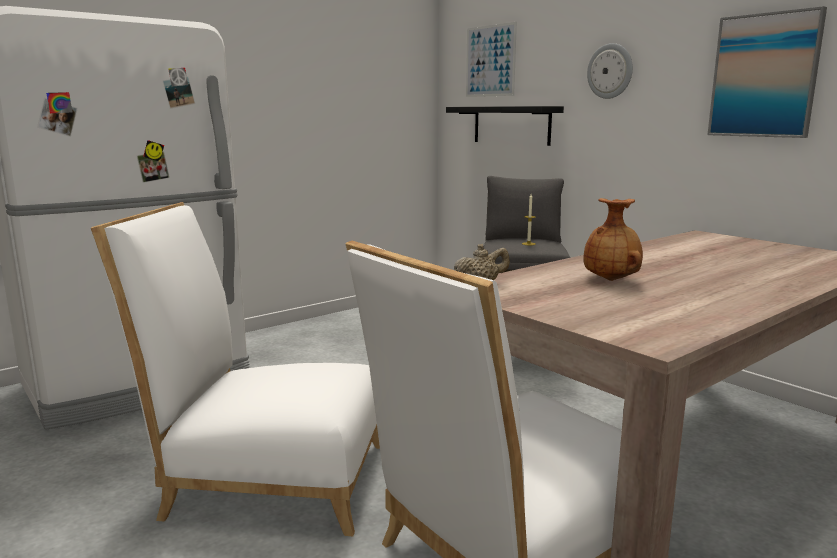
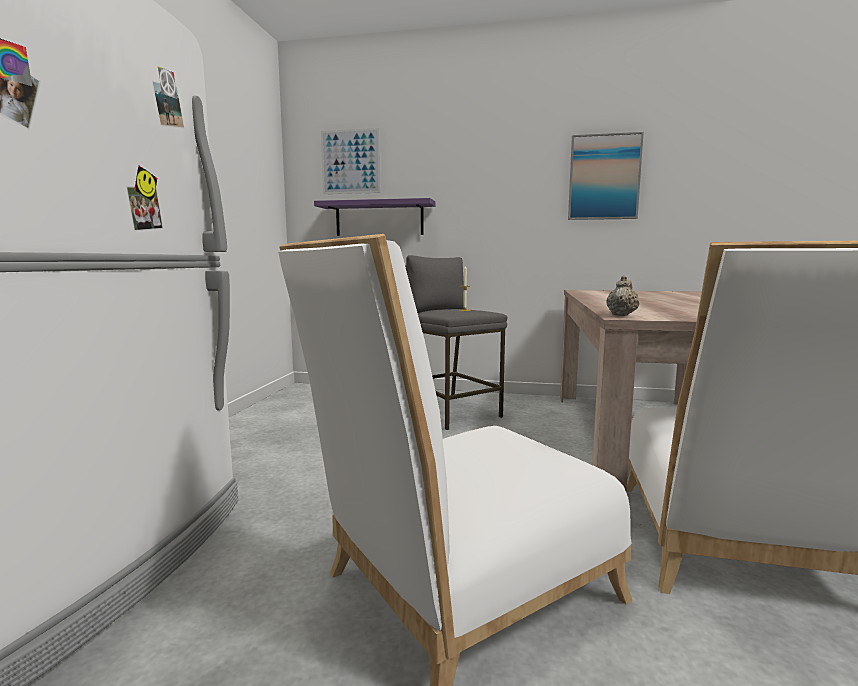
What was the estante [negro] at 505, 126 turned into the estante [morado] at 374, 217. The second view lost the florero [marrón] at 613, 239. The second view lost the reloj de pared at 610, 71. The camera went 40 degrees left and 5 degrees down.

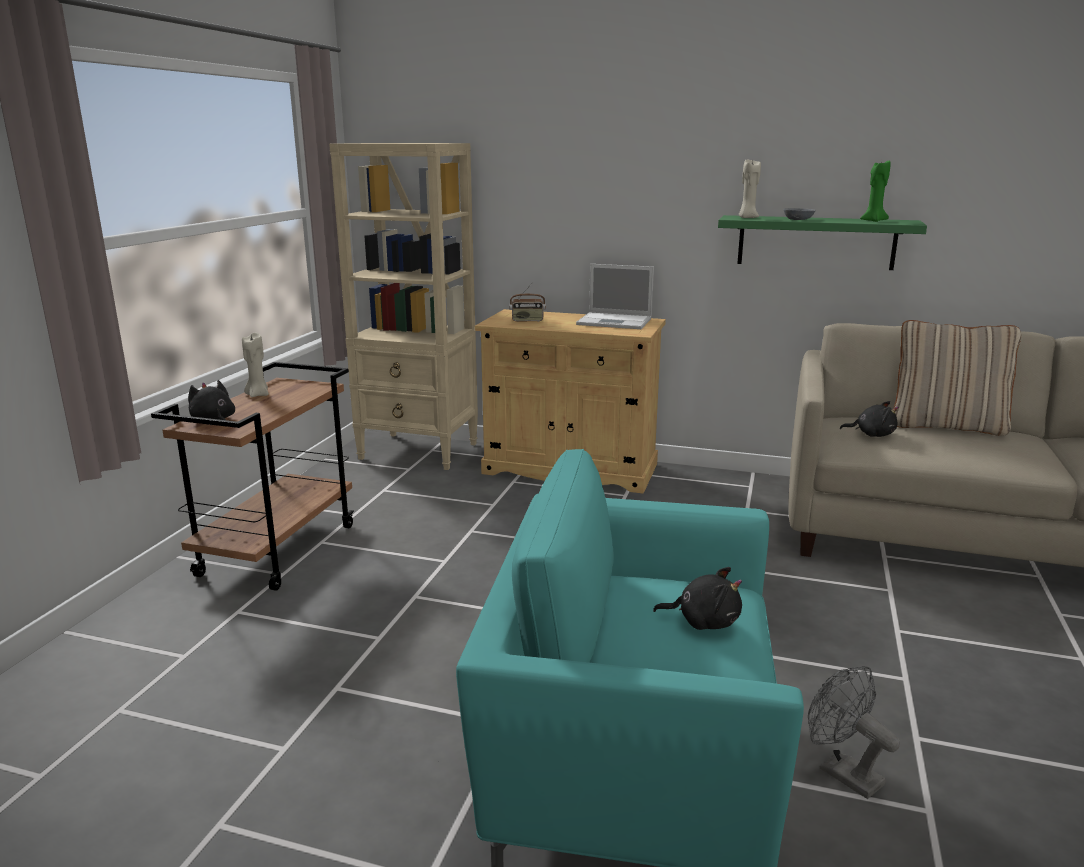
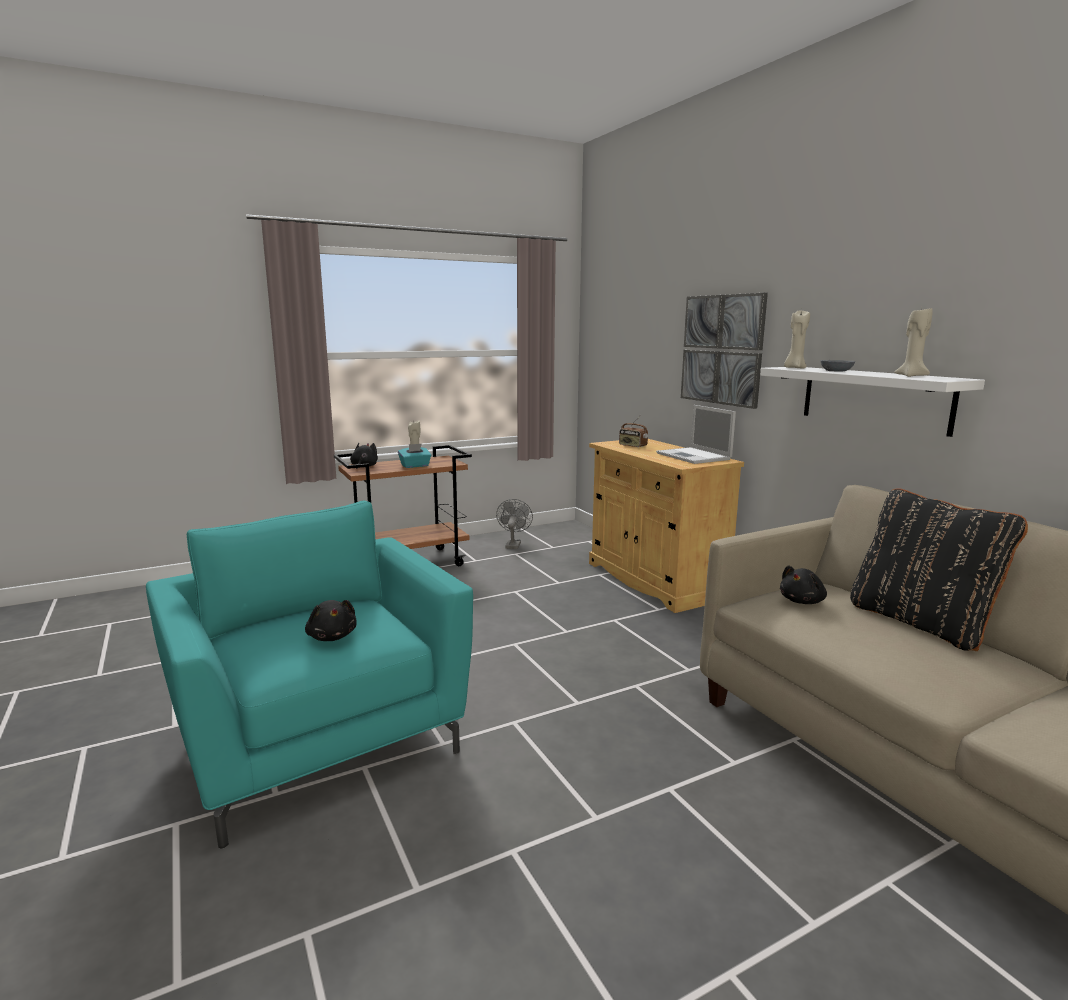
The second view lost the estantería [beis] at 403, 306. What was the estante [verde] at 822, 242 turned into the estante [blanco] at 872, 402. The ventilador [gris] ended up elsewhere, having gone from 854, 732 to 514, 524. The peluche [negro] at 869, 419 ended up facing another way, 75 degrees clockwise from before. What was the vela [verde] at 875, 191 turned into the vela [beis] at 913, 342. What was the cojín [beis] at 957, 378 turned into the cojín [negro] at 939, 569. The second view gained the caja de pañuelos [turquesa] at 414, 456. The second view gained the cuadro at 724, 351. The camera went 45 degrees right and 5 degrees down.

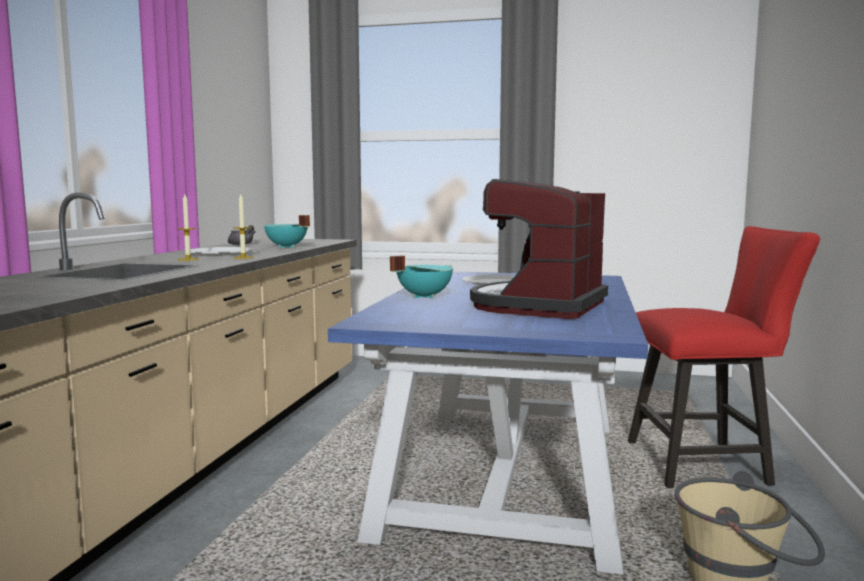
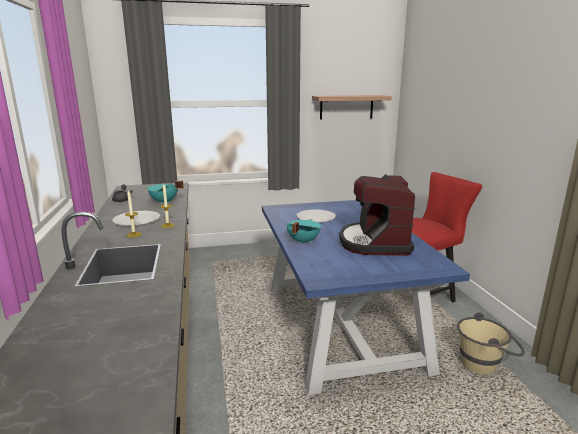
The second view gained the estante at 352, 107. The camera went 25 degrees left and 10 degrees up.

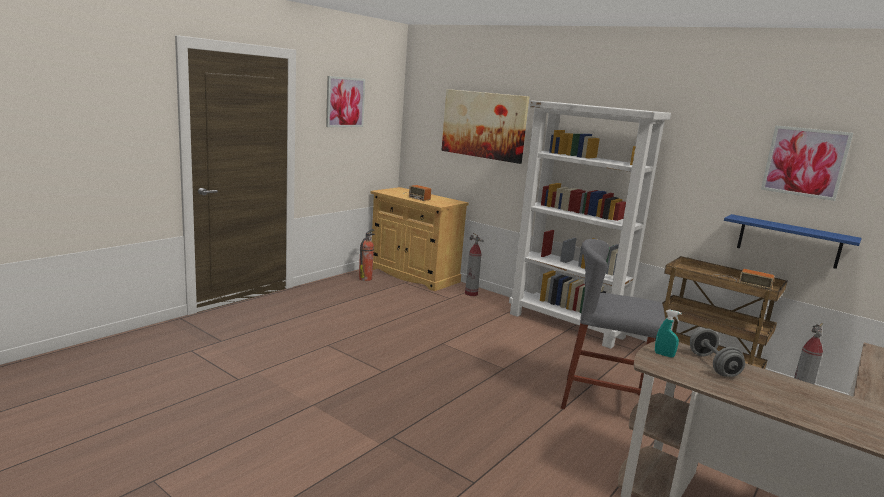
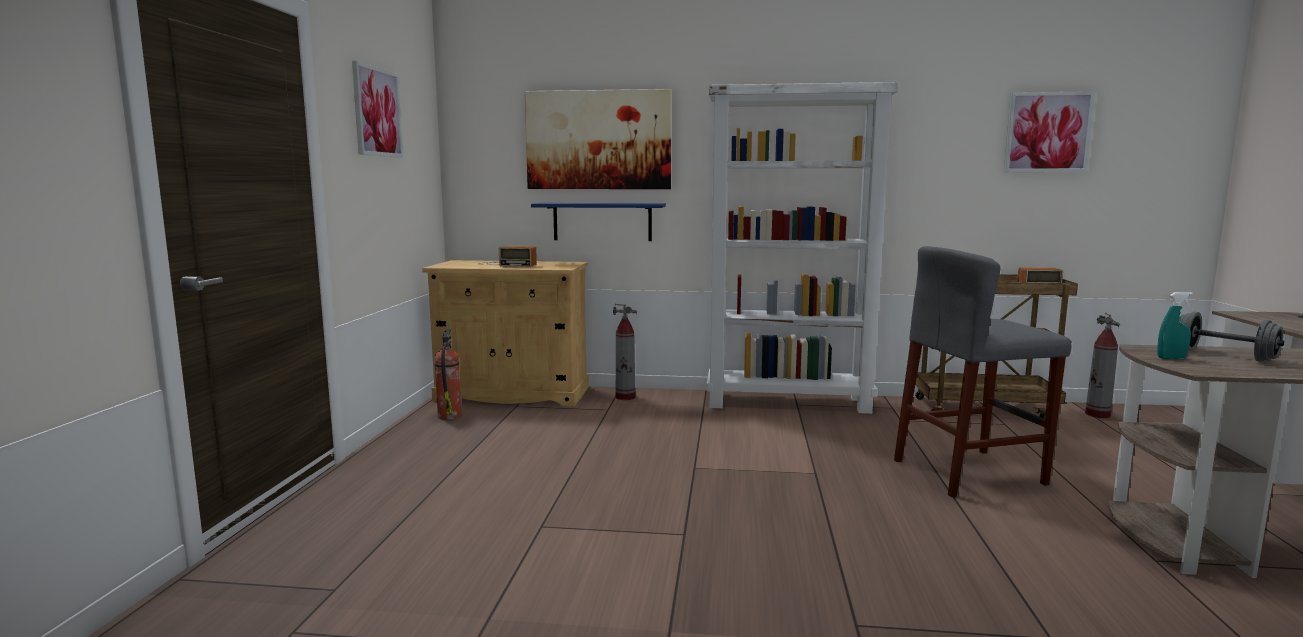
The estante [azul] ended up elsewhere, having gone from 793, 241 to 598, 222. The camera went 30 degrees left and 5 degrees down.

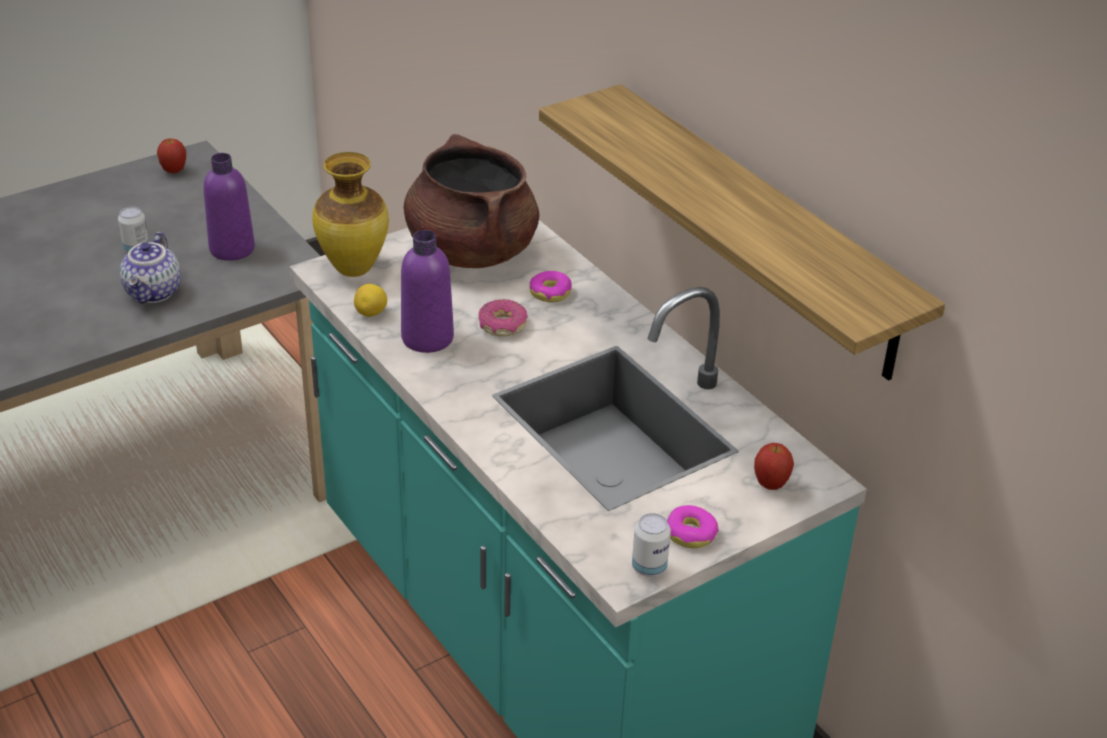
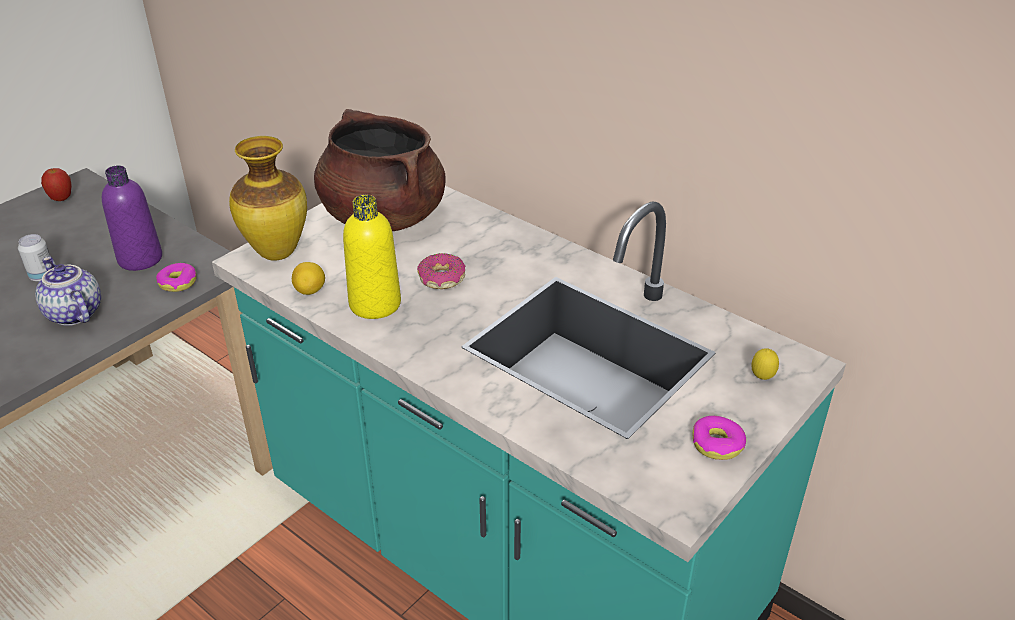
The tetera at 150, 267 ended up facing another way, 150 degrees clockwise from before. What was the botella [morado] at 427, 291 turned into the botella [amarillo] at 372, 257. The rosquilla ended up elsewhere, having gone from 551, 286 to 176, 277. The second view lost the estante at 742, 232. The second view lost the lata at 651, 545. Where the manzana stood at 774, 466, the limón came to stand at 765, 364. The camera went 15 degrees left and 0 degrees up.

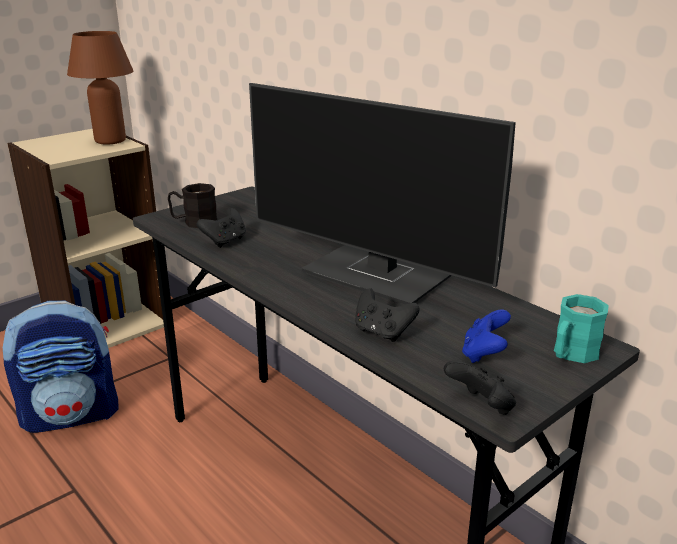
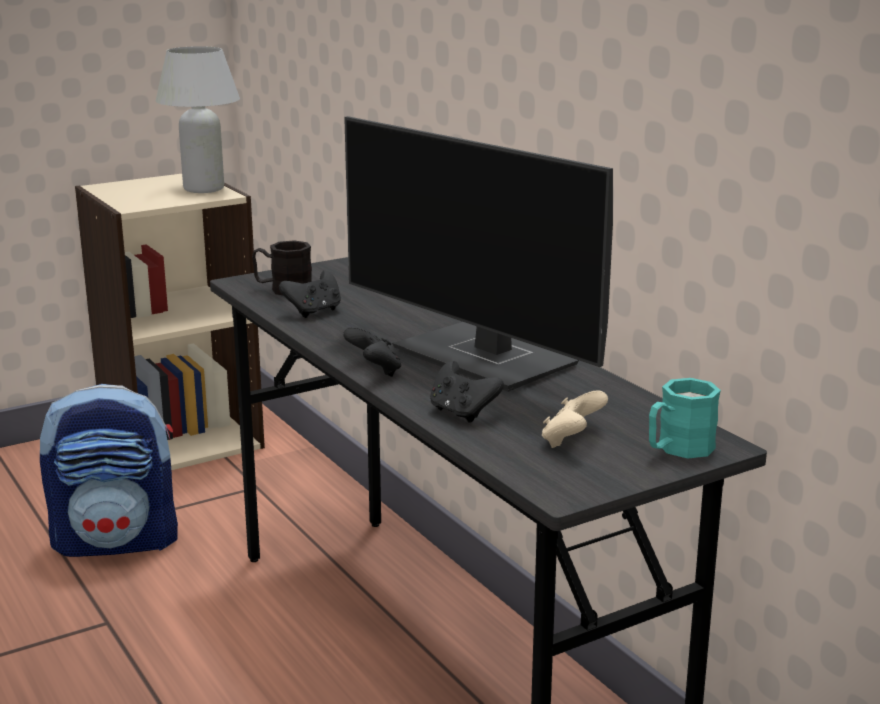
What was the lámpara de mesa [marrón] at 100, 88 turned into the lámpara de mesa [blanco] at 198, 119. The mando de consola [negro] ended up elsewhere, having gone from 480, 387 to 372, 352. What was the mando de consola [azul] at 486, 336 turned into the mando de consola [beis] at 575, 419. The camera went 10 degrees right and 5 degrees down.

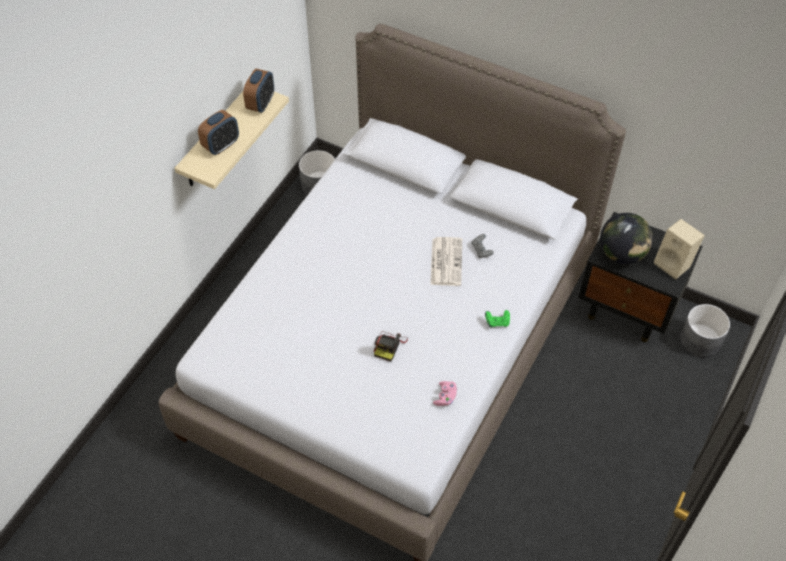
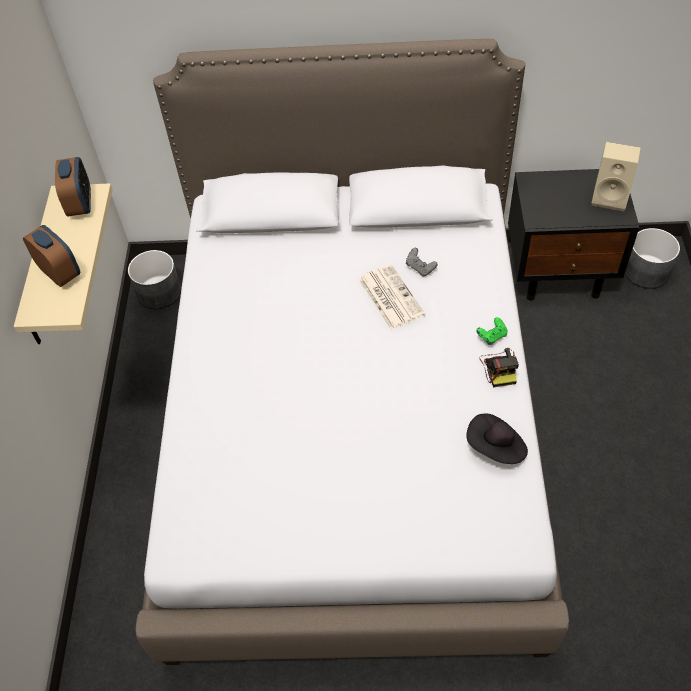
The despertador at 218, 132 ended up facing another way, 60 degrees counterclockwise from before. The cámara ended up elsewhere, having gone from 391, 346 to 499, 367. Where the mando de consola [rosa] stood at 445, 393, the sombrero [negro] came to stand at 497, 439. The second view lost the globo terráqueo at 626, 238. The camera went 25 degrees left and 0 degrees up.

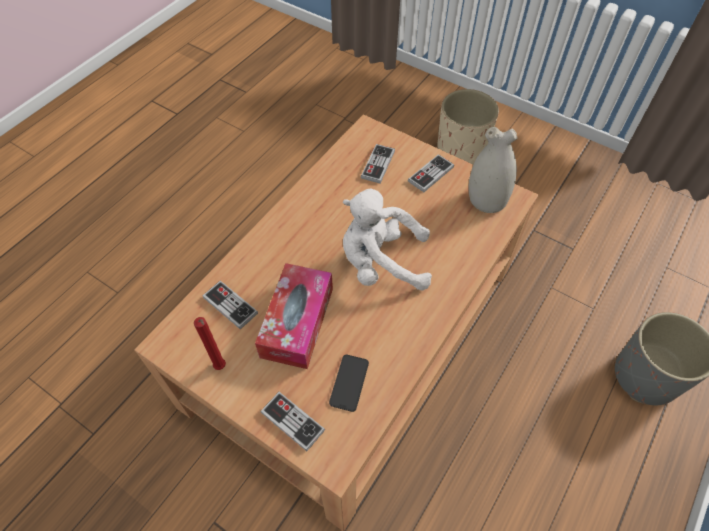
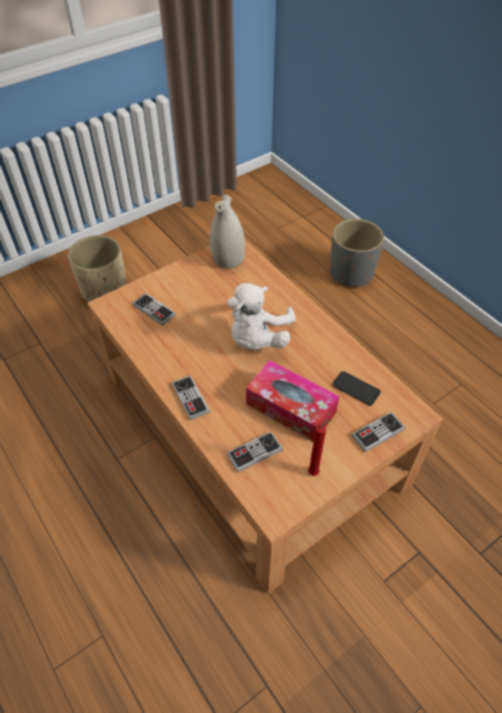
The mando de consola ended up elsewhere, having gone from 431, 173 to 191, 397. The camera went 70 degrees left and 5 degrees down.

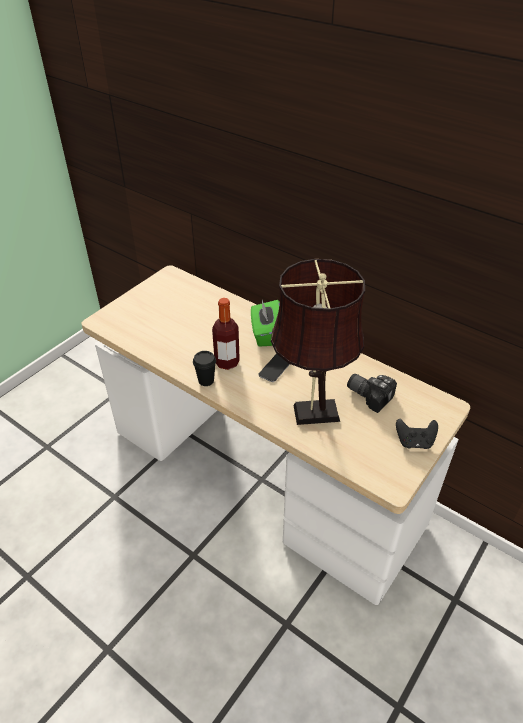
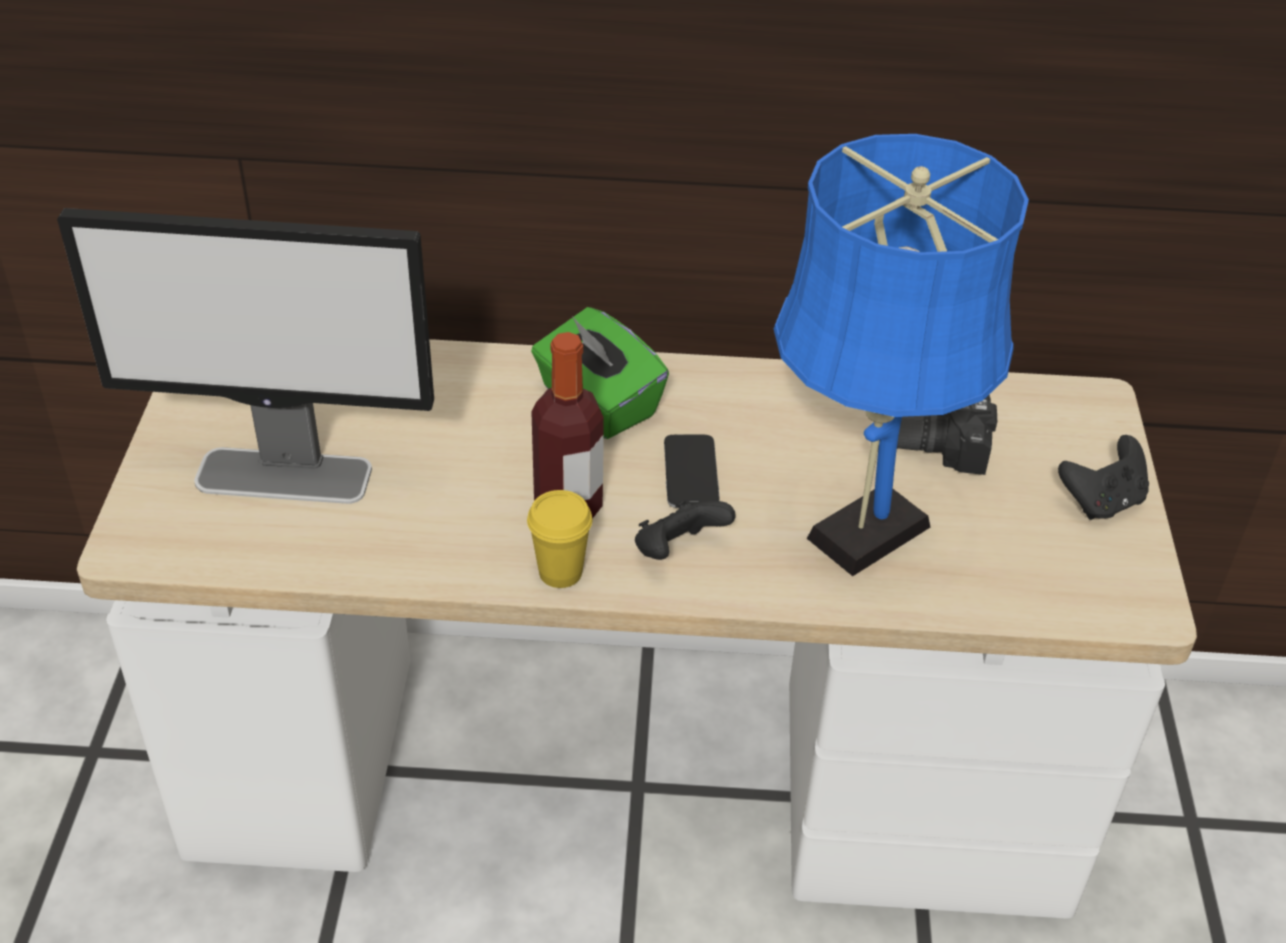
What was the taza [negro] at 204, 368 turned into the taza [amarillo] at 559, 539. What was the lámpara de mesa [marrón] at 318, 342 turned into the lámpara de mesa [azul] at 901, 355. The second view gained the monitor at 245, 356. The second view gained the mando de consola [negro] at 685, 530. The camera went 35 degrees left and 0 degrees up.

